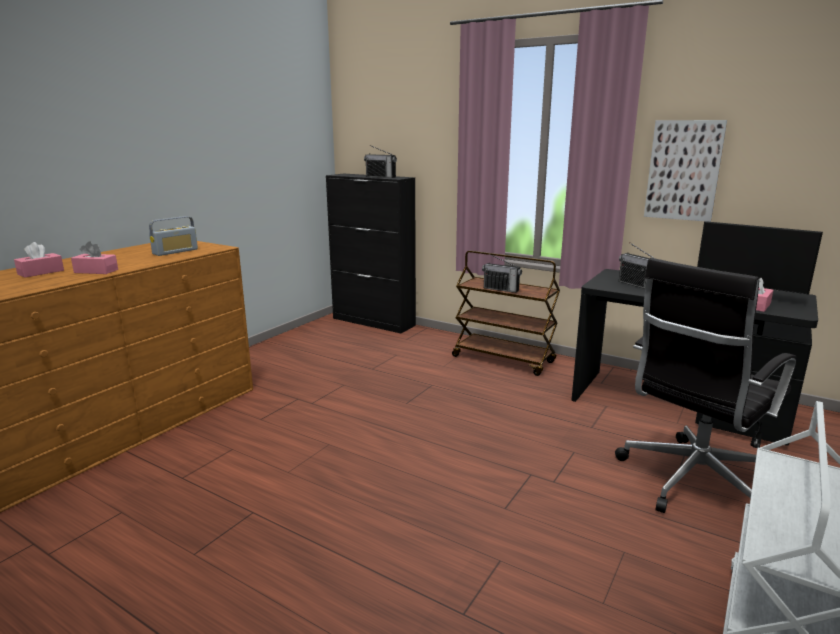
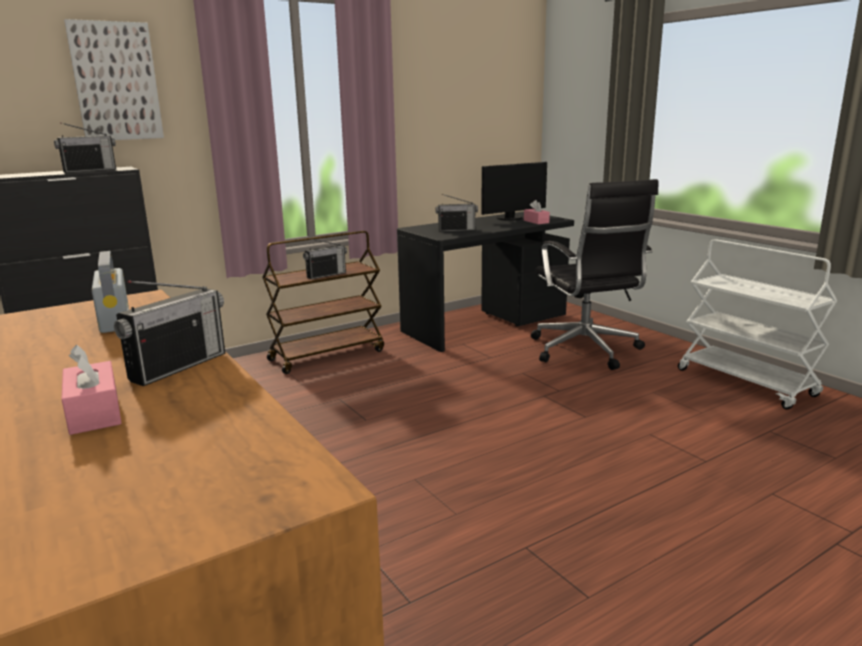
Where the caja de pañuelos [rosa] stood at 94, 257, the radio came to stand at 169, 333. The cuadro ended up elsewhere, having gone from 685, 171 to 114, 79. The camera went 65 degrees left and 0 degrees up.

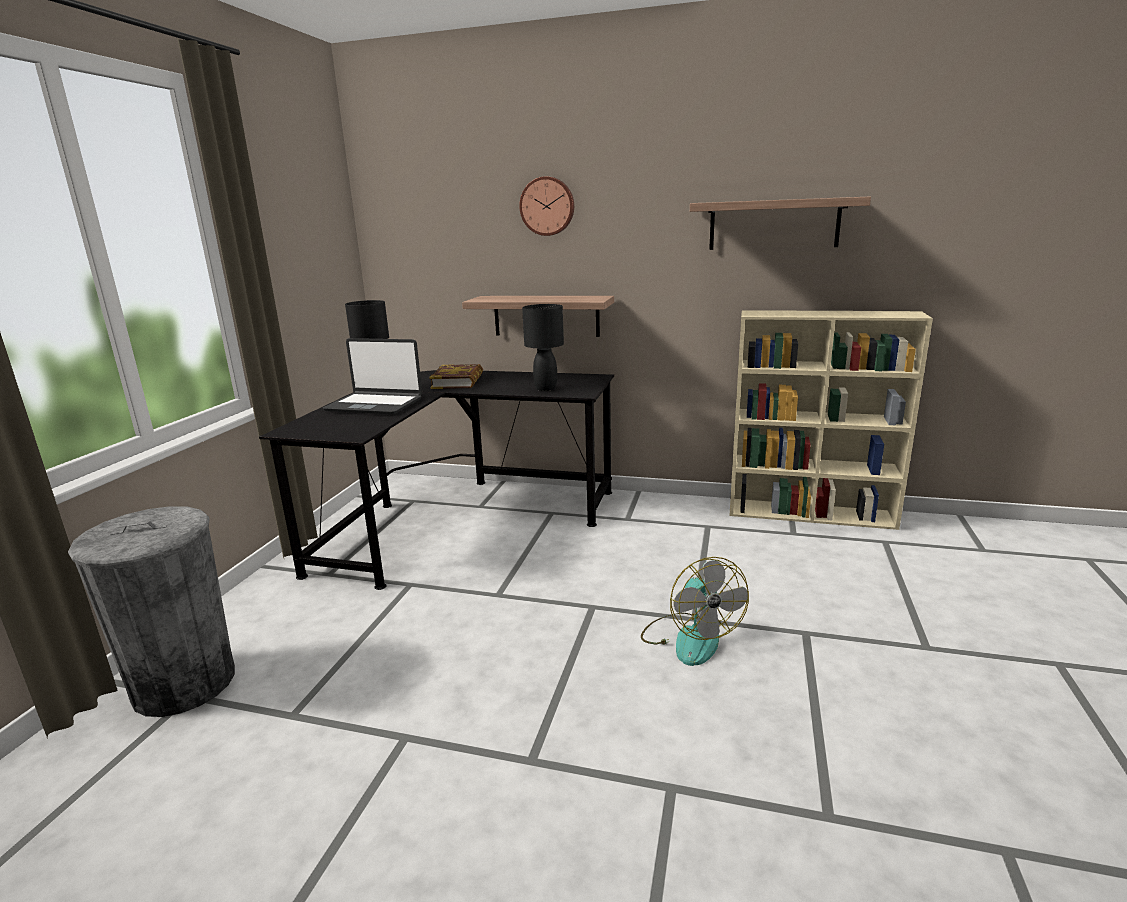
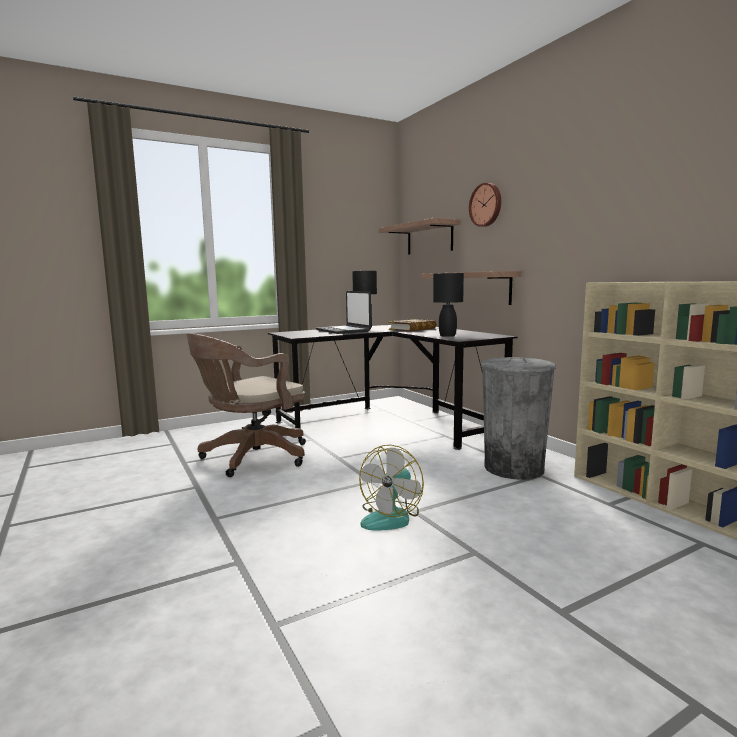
The papelera [gris] ended up elsewhere, having gone from 151, 611 to 518, 418. The estante ended up elsewhere, having gone from 780, 223 to 419, 236. The second view gained the silla de oficina [marrón] at 246, 405. The camera went 45 degrees right and 10 degrees down.

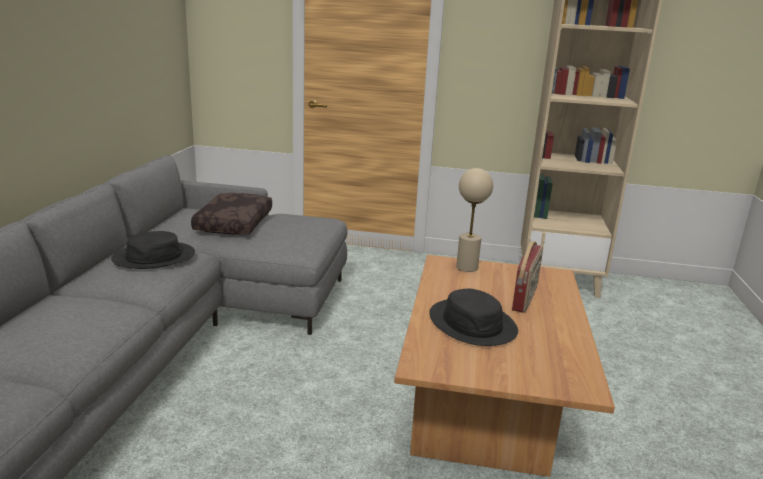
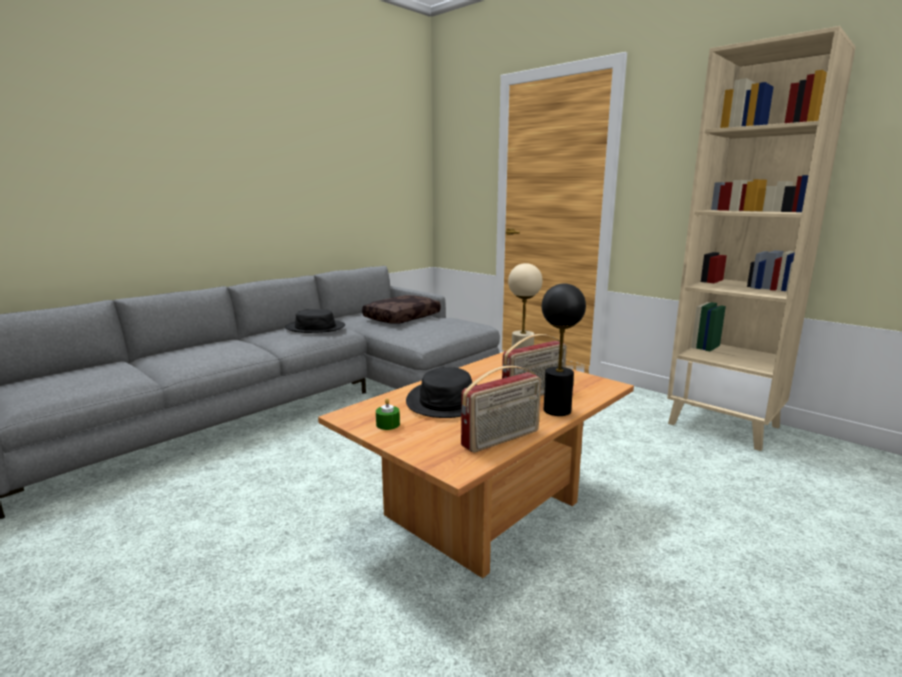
The second view gained the vela [verde] at 388, 414. The second view gained the radio at 501, 409. The second view gained the lámpara de mesa [negro] at 564, 350. The camera went 35 degrees right and 5 degrees down.

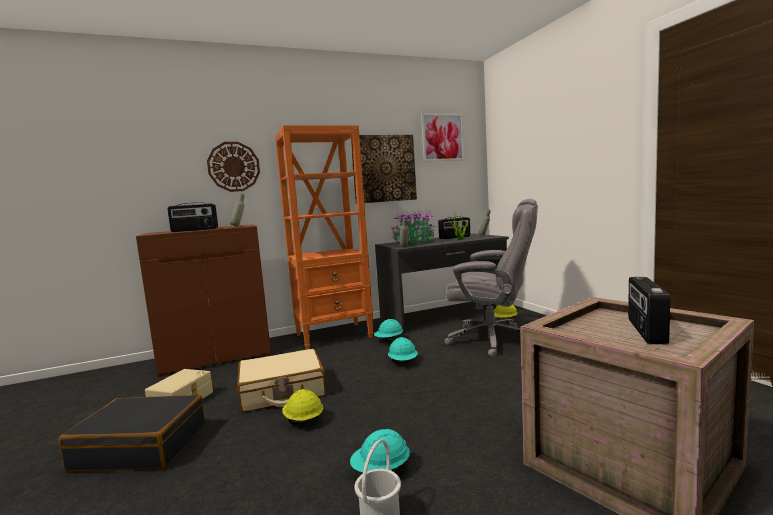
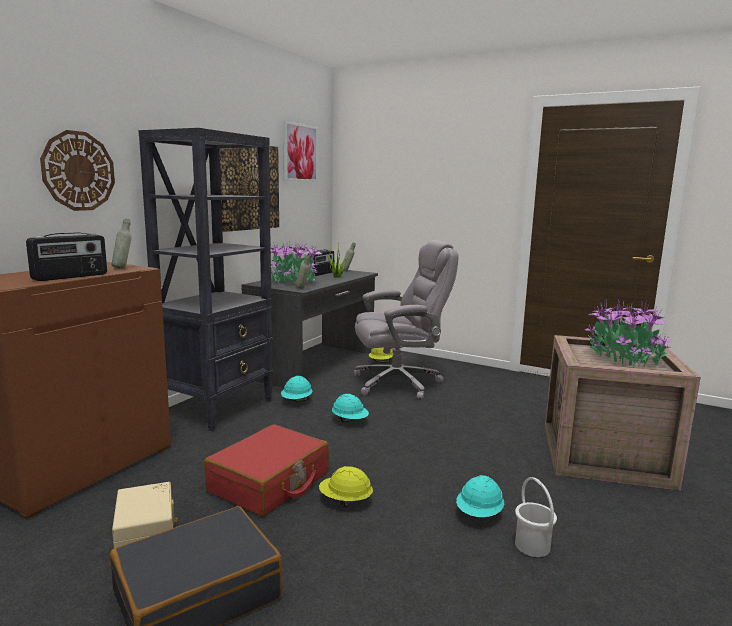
What was the maleta [beis] at 282, 381 turned into the maleta [rojo] at 266, 470. What was the estantería [naranja] at 324, 237 turned into the estantería [negro] at 206, 280. Where the radio stood at 649, 310, the planta en maceta came to stand at 629, 333. The camera went 40 degrees left and 5 degrees up.

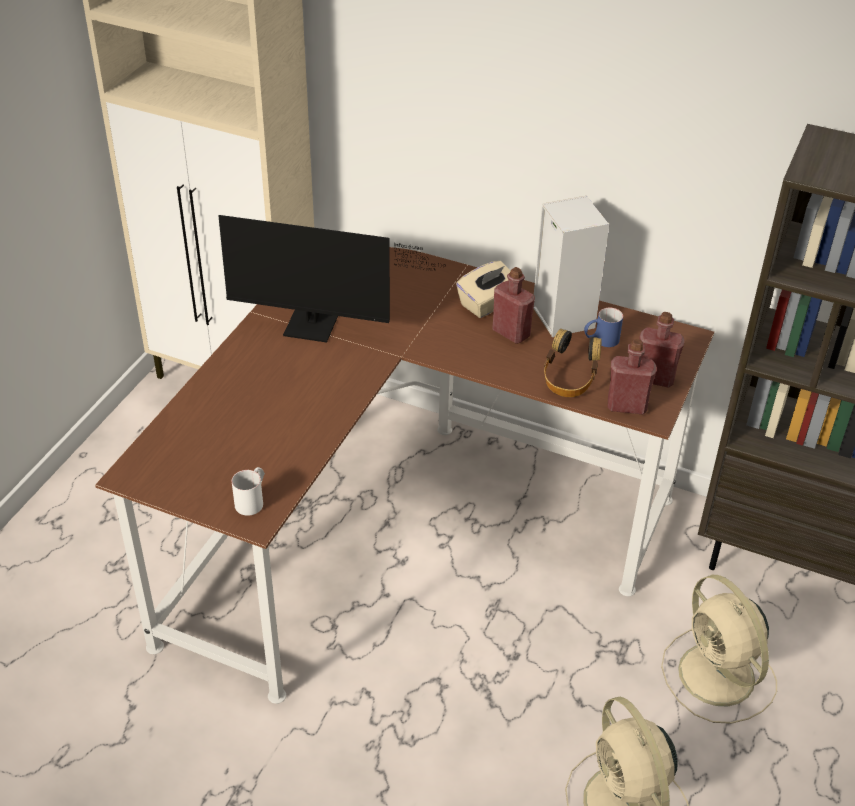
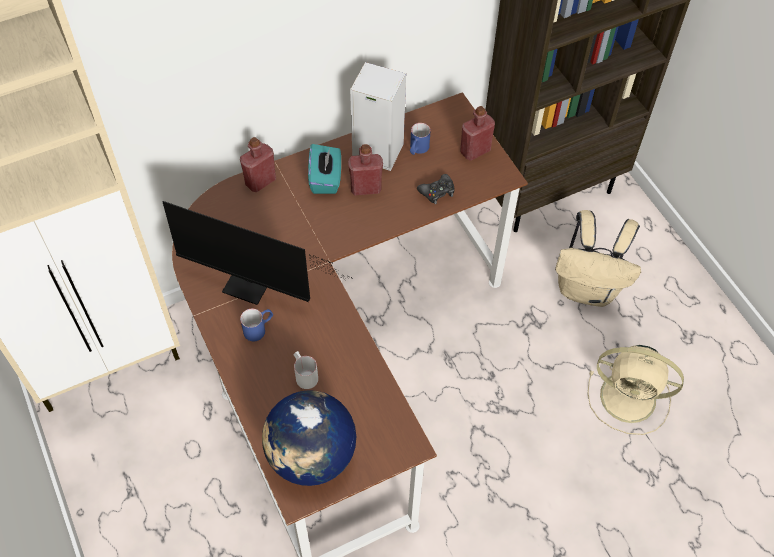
The monitor at 332, 279 ended up facing another way, 60 degrees clockwise from before. The taza grande [blanco] ended up elsewhere, having gone from 248, 491 to 306, 370. What was the caja de pañuelos [beis] at 483, 289 turned into the caja de pañuelos [turquesa] at 324, 169. Where the auriculares stood at 573, 363, the mando de consola [negro] came to stand at 436, 189. The botella [rojo] ended up elsewhere, having gone from 632, 376 to 258, 164. Where the ventilador [beis] stood at 719, 649, the mochila [beis] came to stand at 598, 258. The second view gained the taza grande [azul] at 256, 325. The second view gained the globo terráqueo at 309, 438. The camera went 50 degrees left and 15 degrees up.

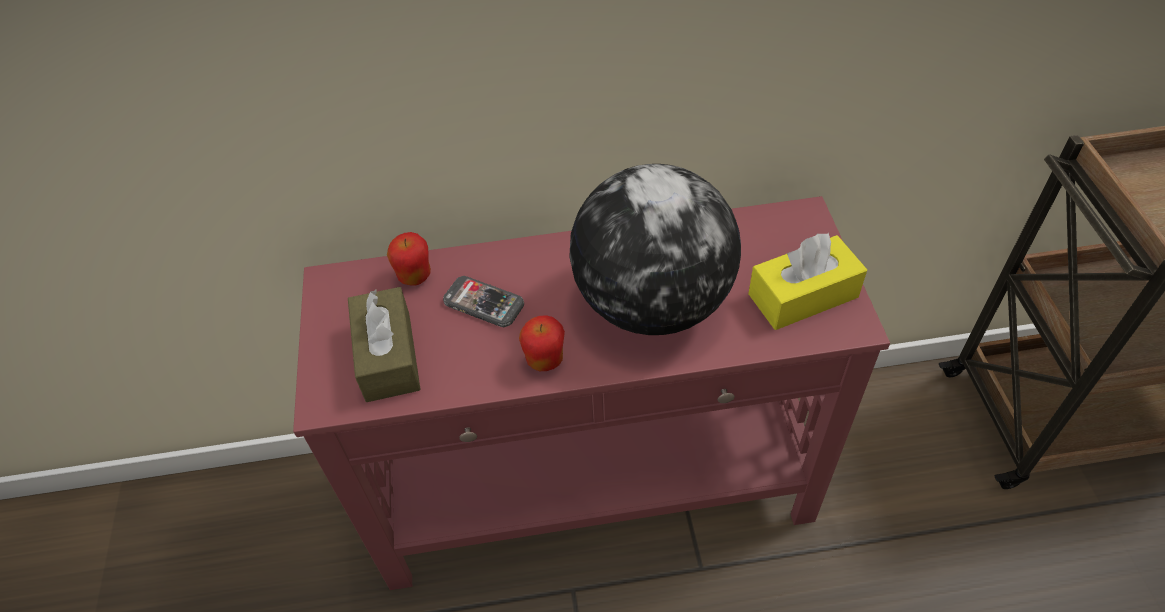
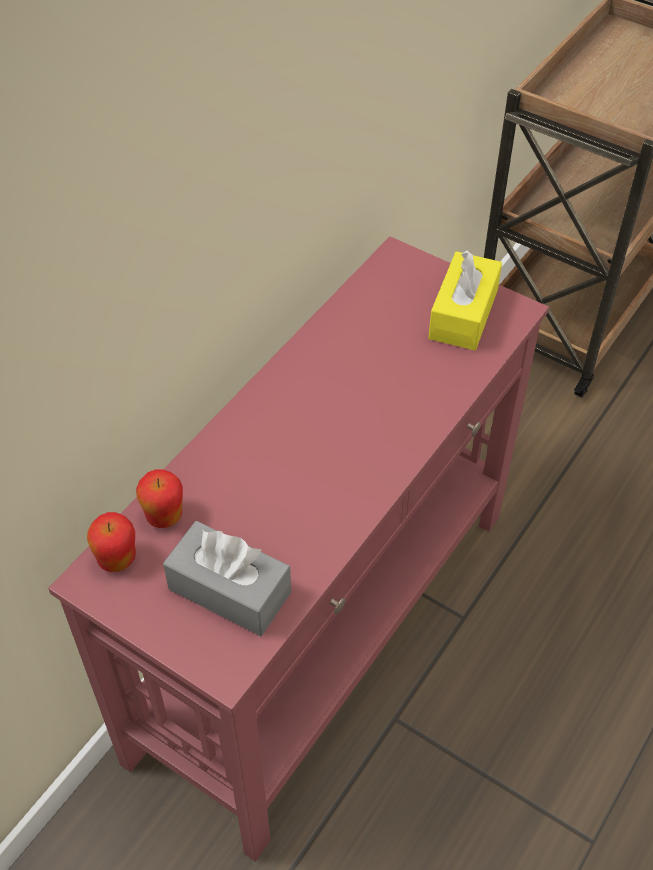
What was the caja de pañuelos [marrón] at 384, 344 turned into the caja de pañuelos [gris] at 227, 578. The second view lost the móvil at 483, 301. The manzana ended up elsewhere, having gone from 542, 343 to 111, 542. The second view lost the globo terráqueo at 655, 249. The camera went 50 degrees left and 0 degrees up.

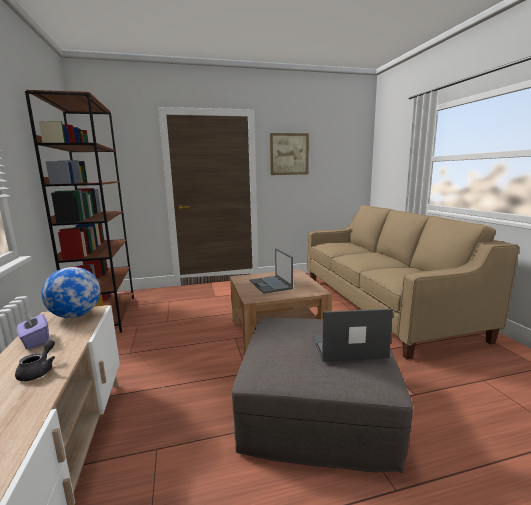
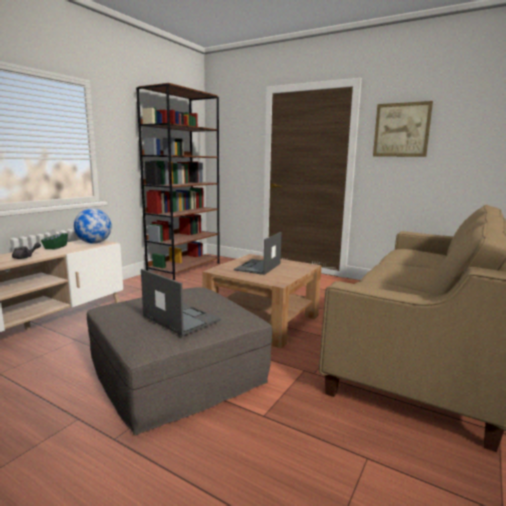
What was the caja de pañuelos [morado] at 33, 331 turned into the caja de pañuelos [verde] at 54, 239. The camera went 45 degrees right and 0 degrees up.

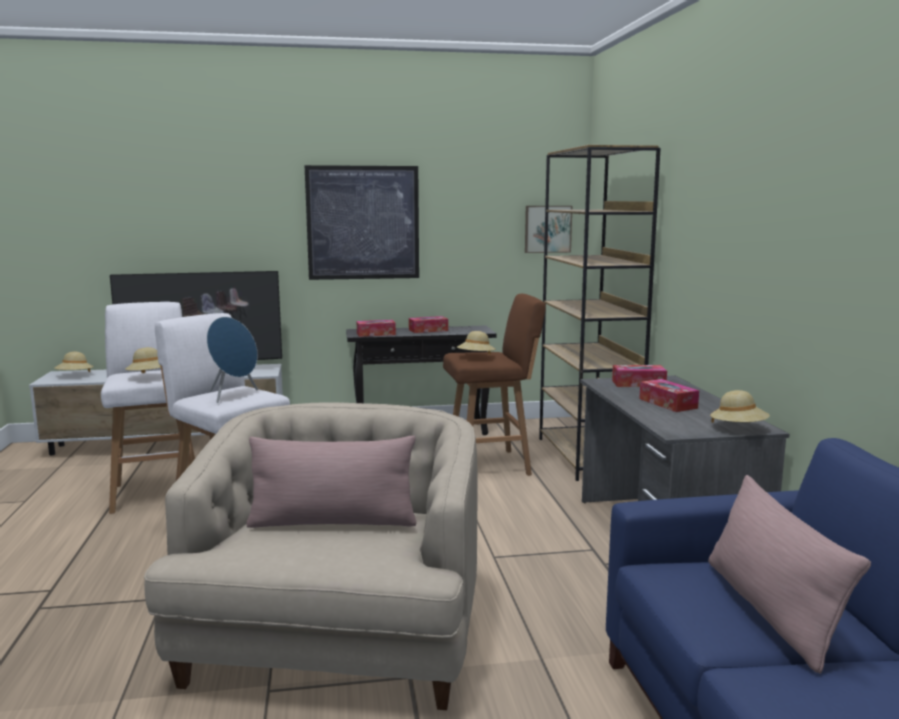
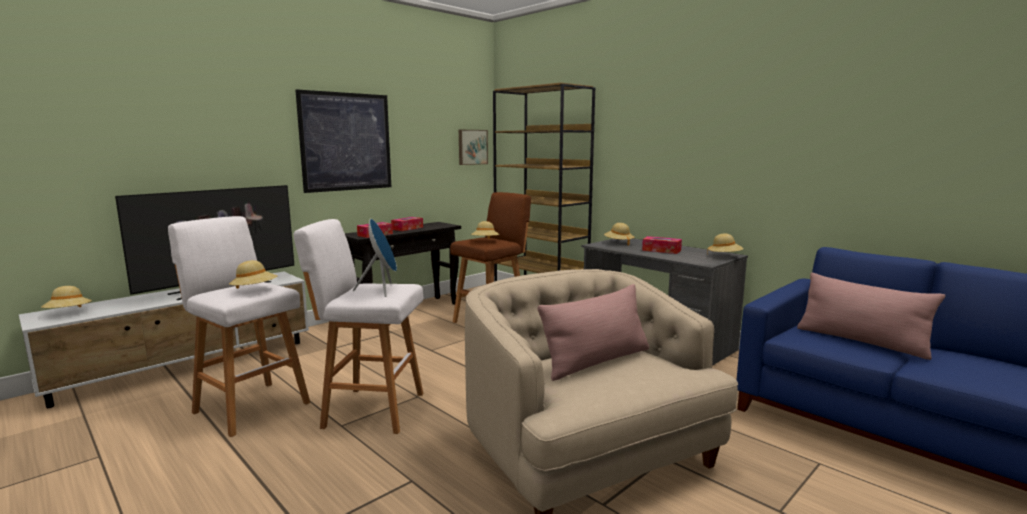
Where the caja de pañuelos stood at 639, 376, the sombrero [beis] came to stand at 619, 234. The camera went 35 degrees left and 0 degrees up.

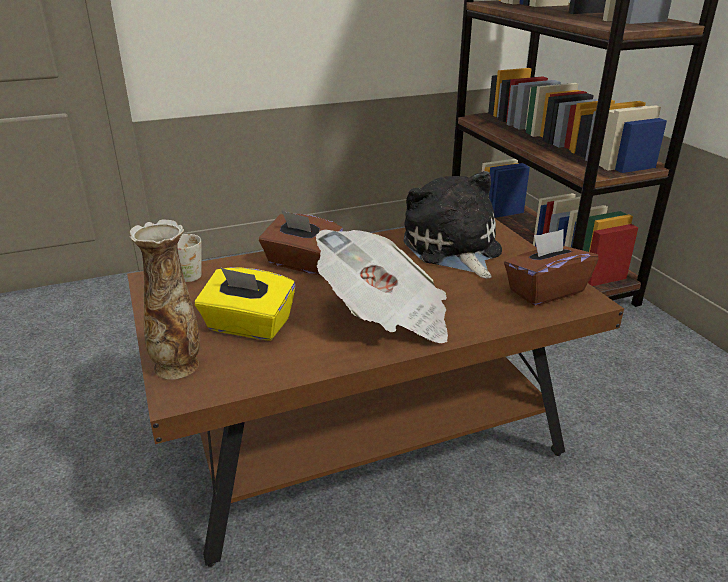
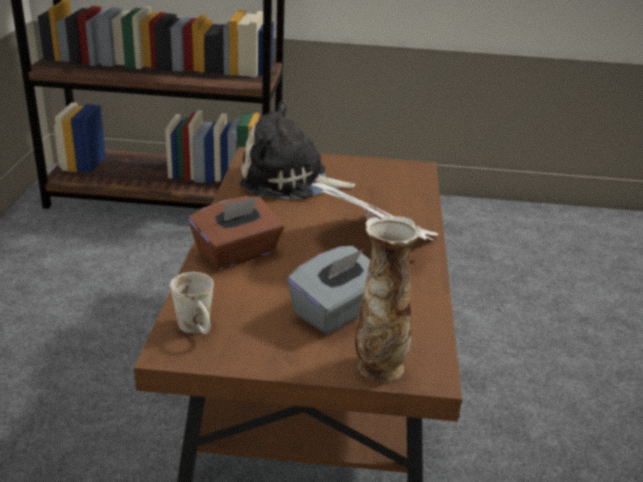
What was the caja de pañuelos [amarillo] at 245, 304 turned into the caja de pañuelos [gris] at 328, 290. The second view lost the caja de pañuelos [marrón] at 551, 267. The camera went 65 degrees left and 0 degrees up.

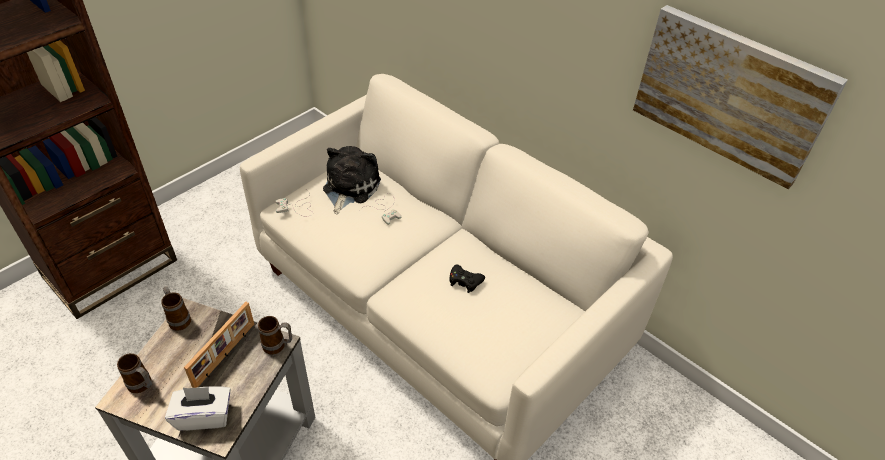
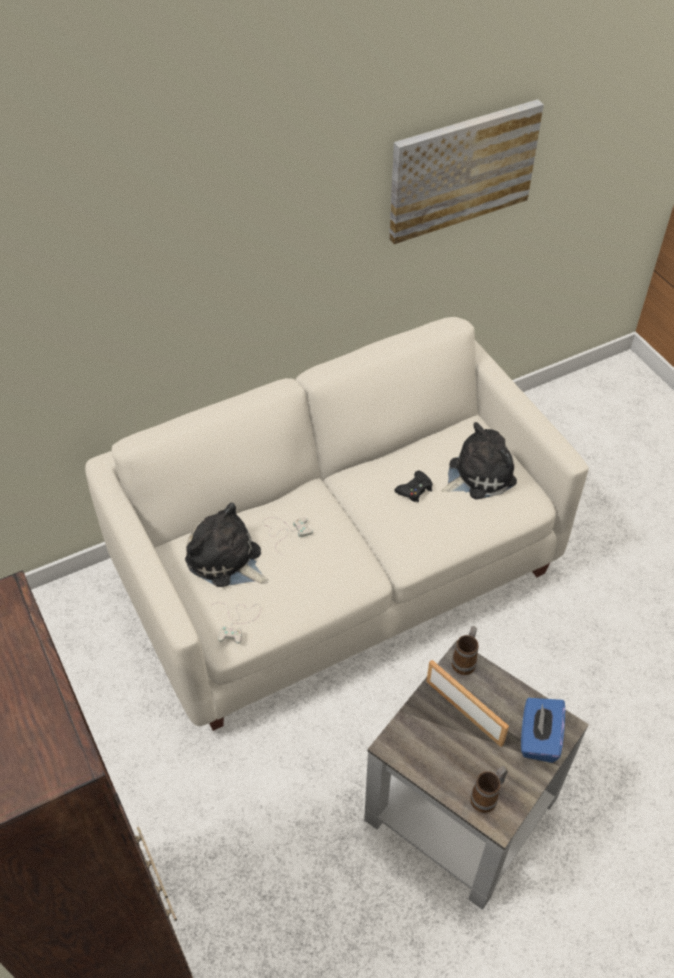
The second view lost the taza grande at 176, 309. What was the caja de pañuelos [blanco] at 198, 408 turned into the caja de pañuelos [azul] at 543, 730. The second view gained the peluche at 479, 460. The camera went 70 degrees left and 5 degrees up.

